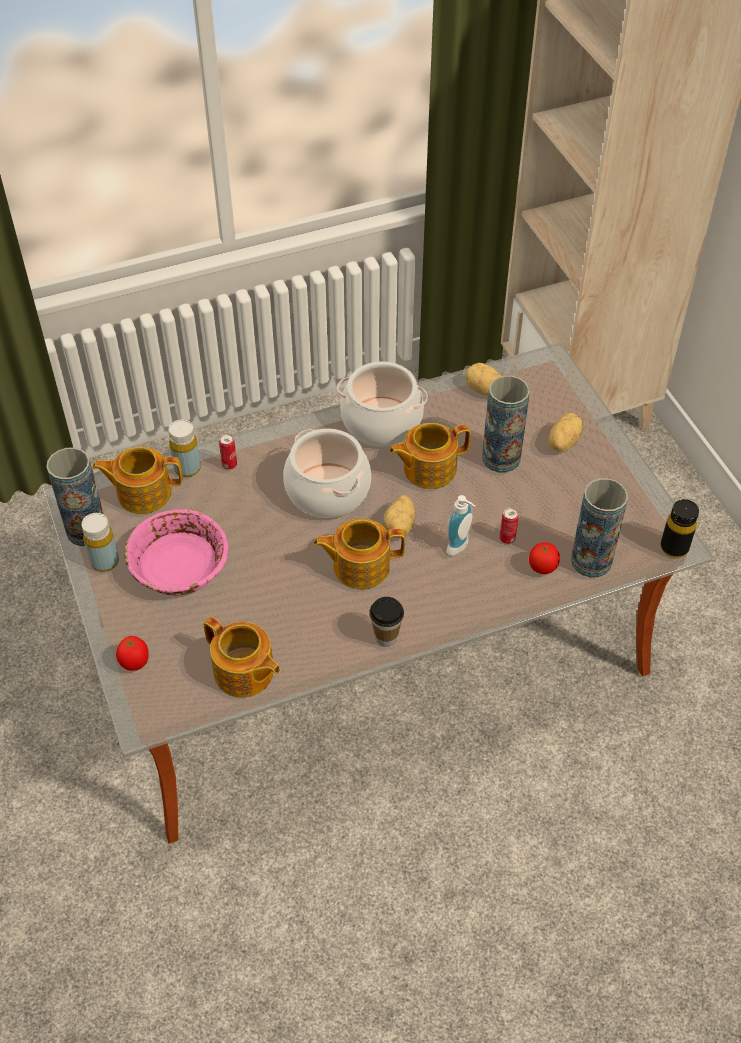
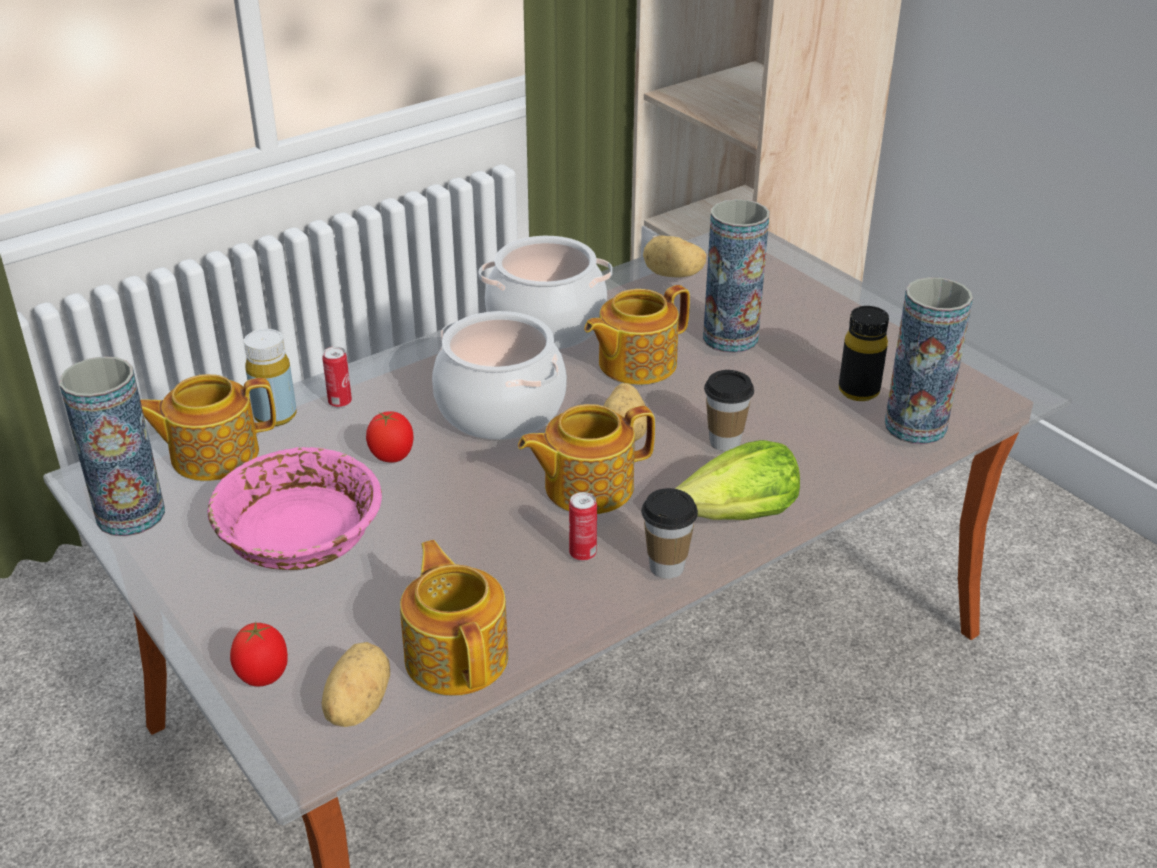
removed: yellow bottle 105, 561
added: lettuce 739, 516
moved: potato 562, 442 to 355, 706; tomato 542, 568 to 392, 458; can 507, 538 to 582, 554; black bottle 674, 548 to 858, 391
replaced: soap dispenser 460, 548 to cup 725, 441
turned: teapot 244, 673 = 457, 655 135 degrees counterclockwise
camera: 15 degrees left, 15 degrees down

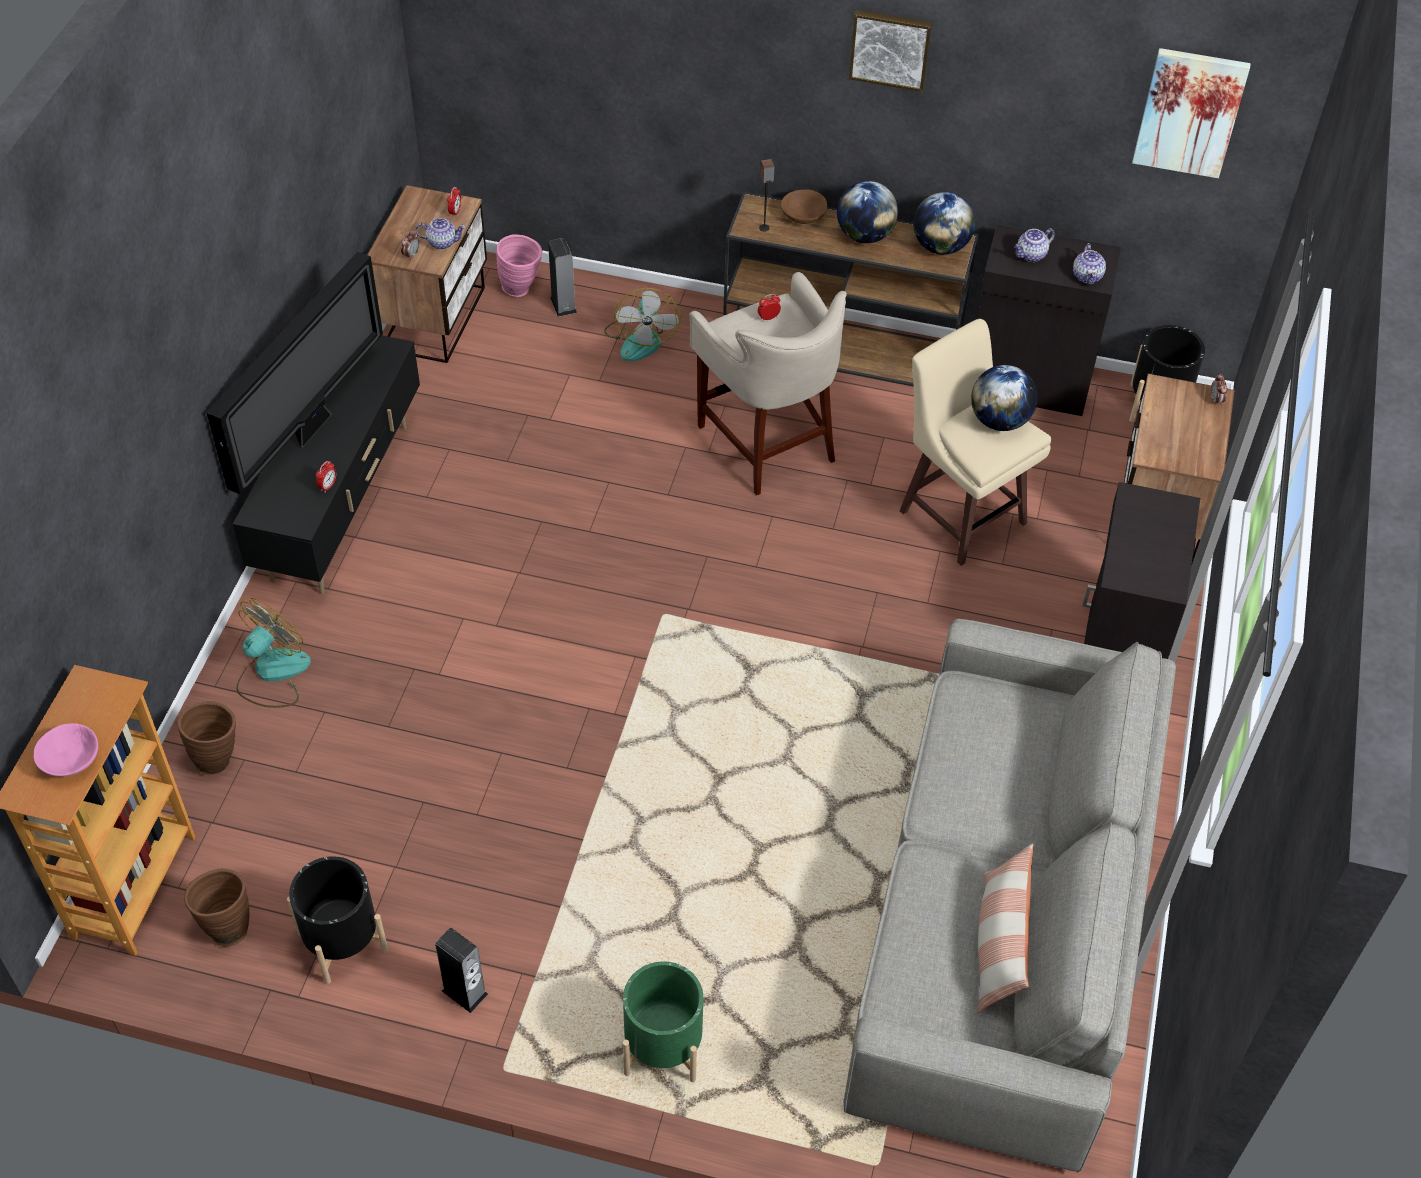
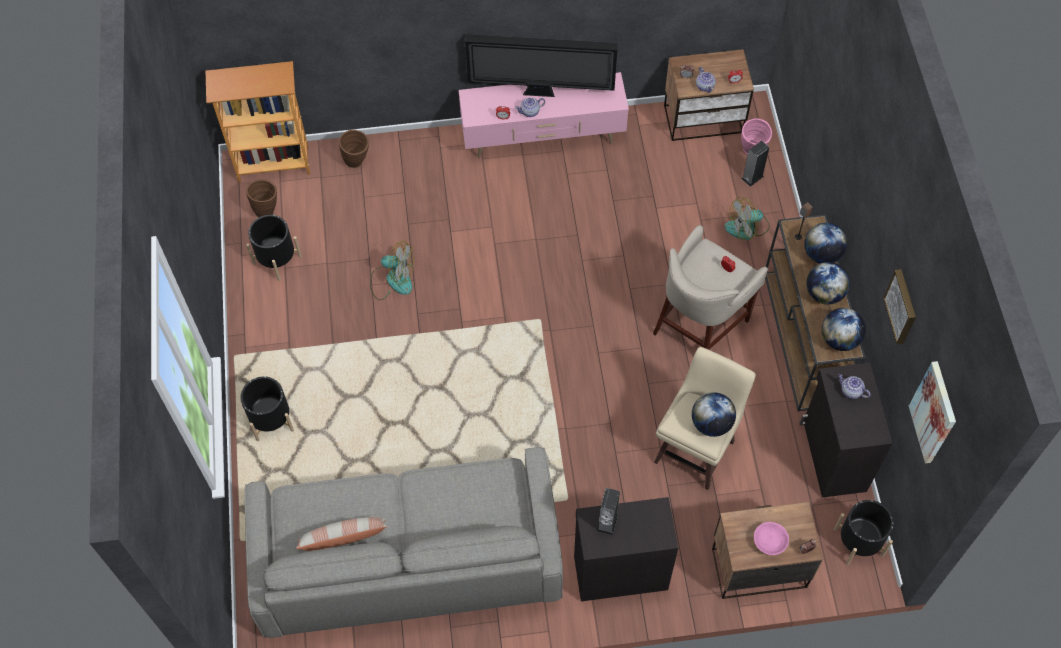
moved: fan 272, 674 to 392, 280; teapot 1087, 276 to 530, 112; speaker 464, 992 to 607, 522; pink bowl 70, 761 to 769, 542; picture 890, 48 to 902, 306
replaced: brown bowl 803, 216 to globe 822, 254
recoloured: green planter 663, 1046 to black planter 271, 420; black tv stand 343, 502 to pink tv stand 543, 138
camera: 70 degrees right, 10 degrees up

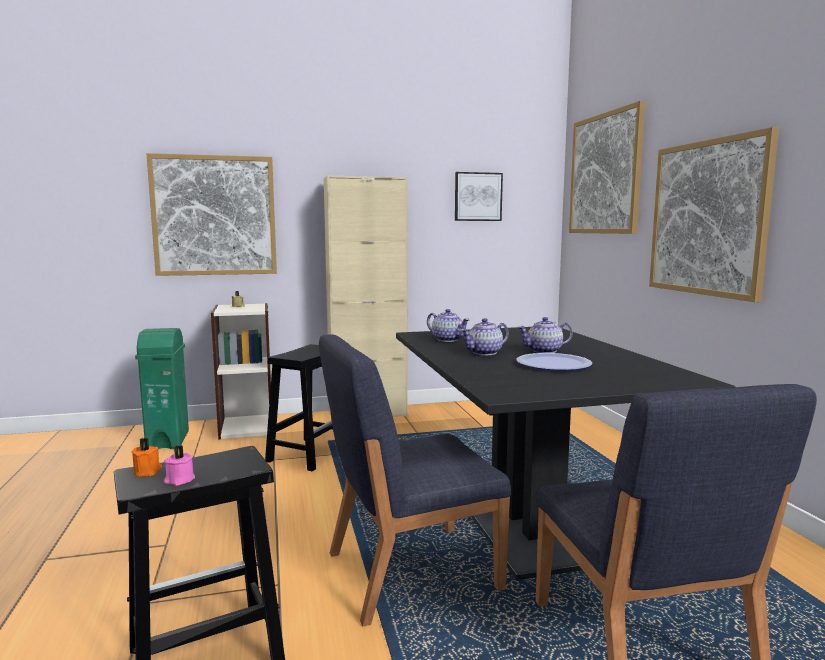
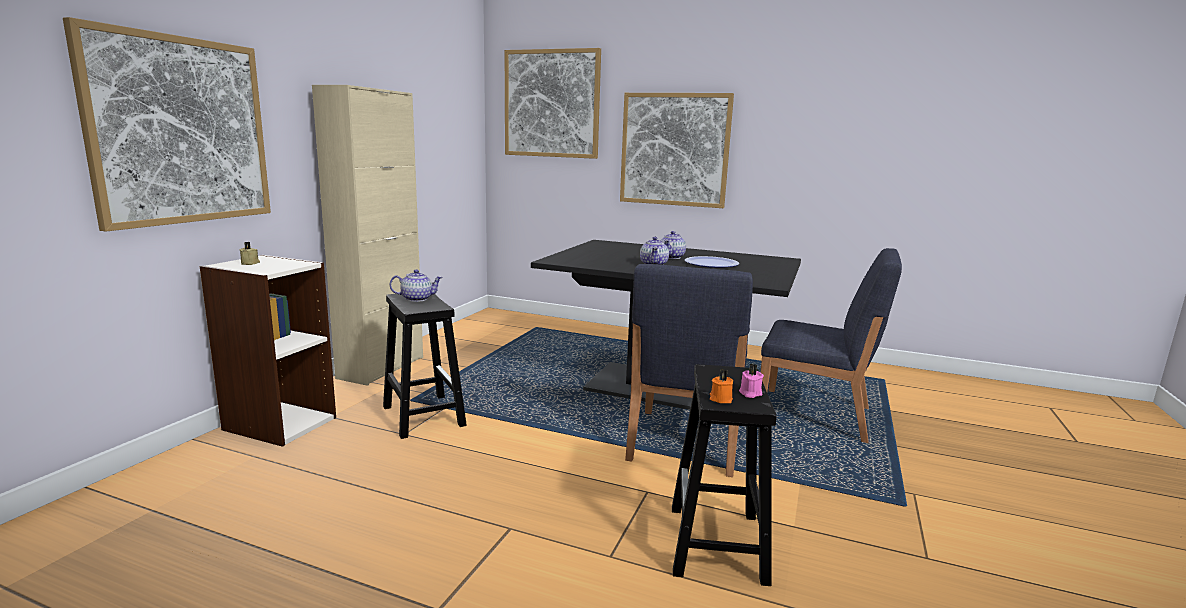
removed: green trash can 168, 440; picture 478, 197
moved: teapot 448, 339 to 417, 299
camera: 55 degrees left, 5 degrees up

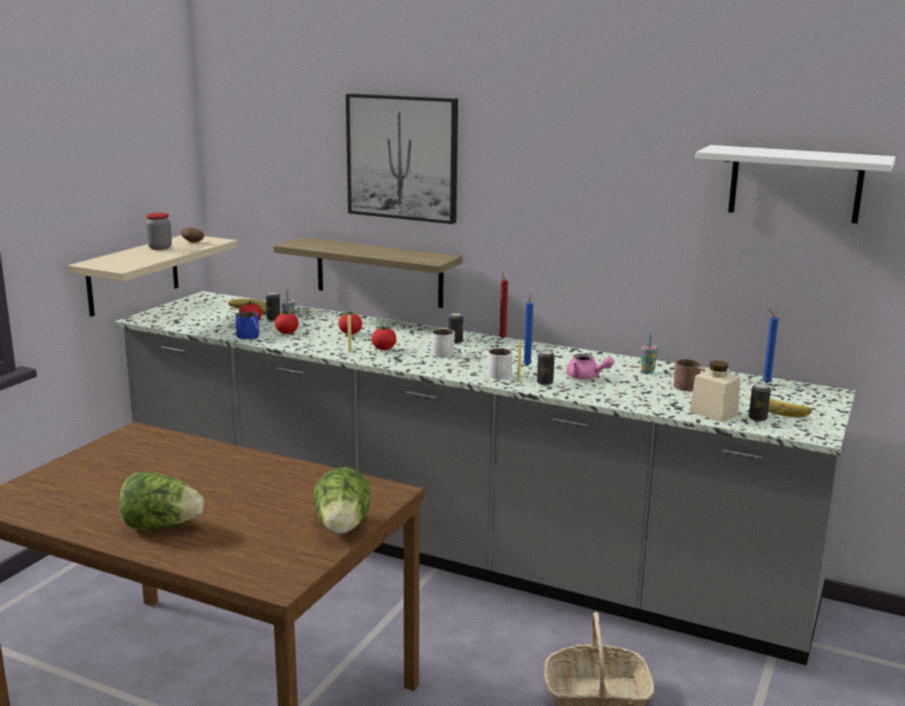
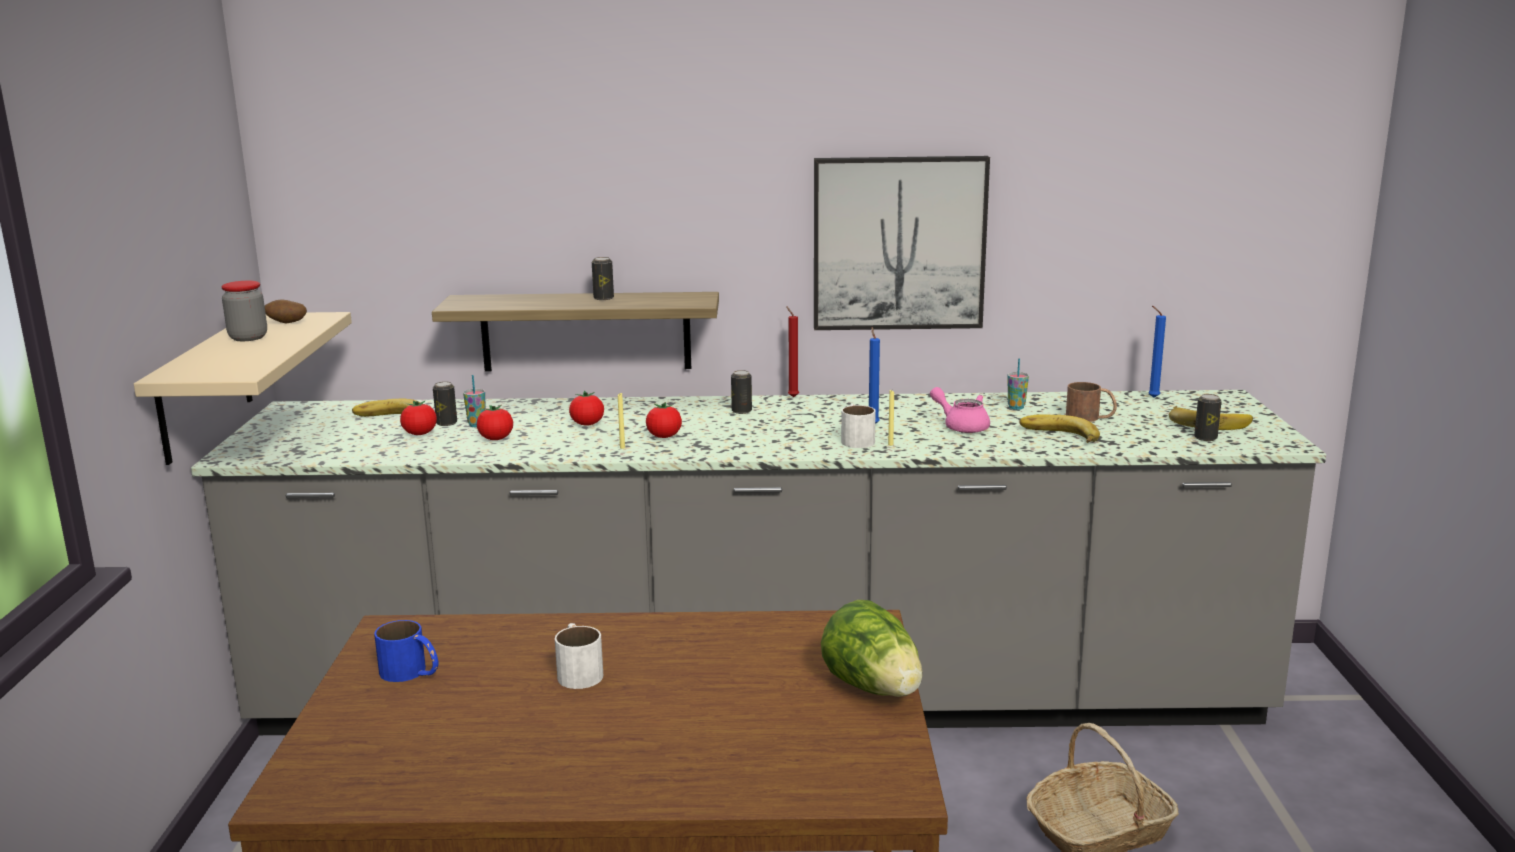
removed: lettuce 161, 526; beige jar 713, 413; white shelf 795, 184
added: banana 1058, 436
moved: blue mug 250, 337 to 411, 673; white mug 443, 352 to 578, 671; can 544, 383 to 603, 298; picture 403, 157 to 898, 243
turned: pink teapot 586, 377 = 961, 426 150 degrees counterclockwise
camera: 25 degrees left, 0 degrees up

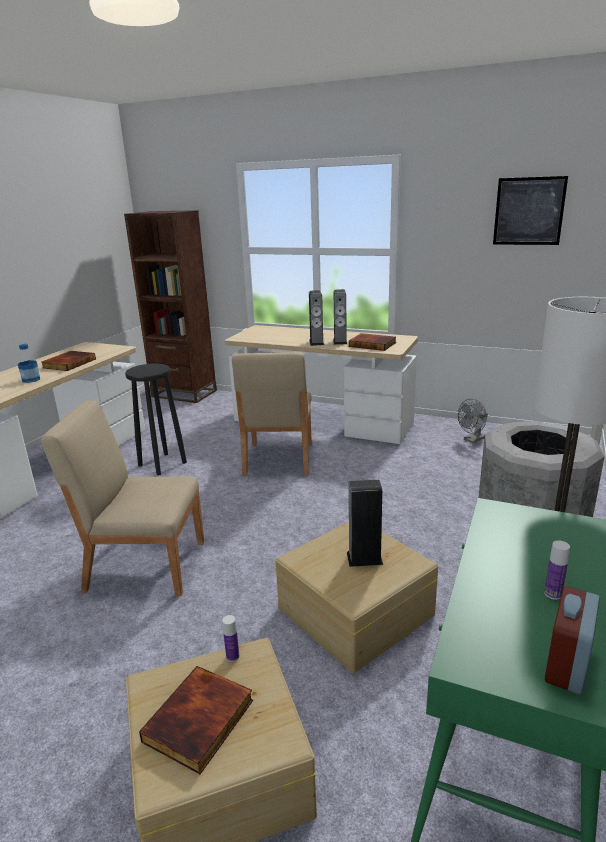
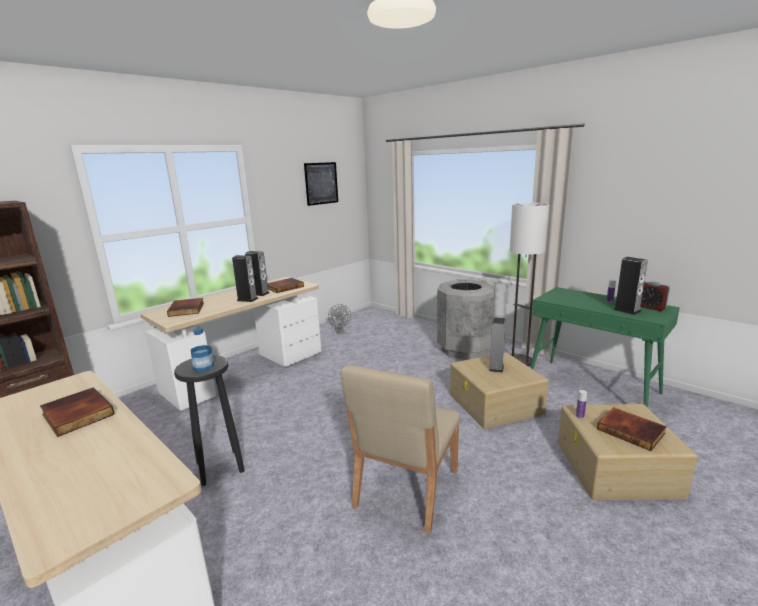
removed: beige chair 278, 459
added: book 187, 309; speaker 627, 310
moved: bottle 31, 379 to 203, 367
camera: 70 degrees left, 5 degrees down

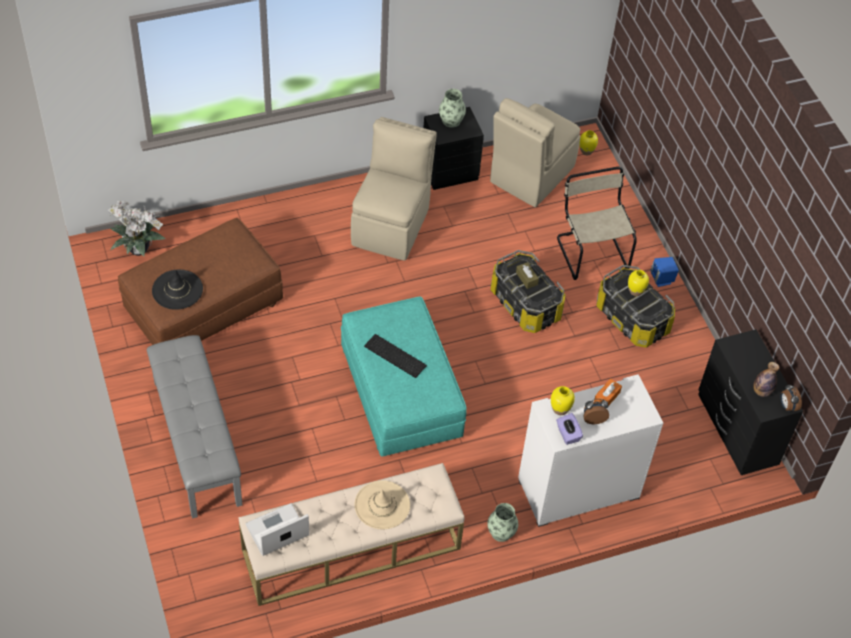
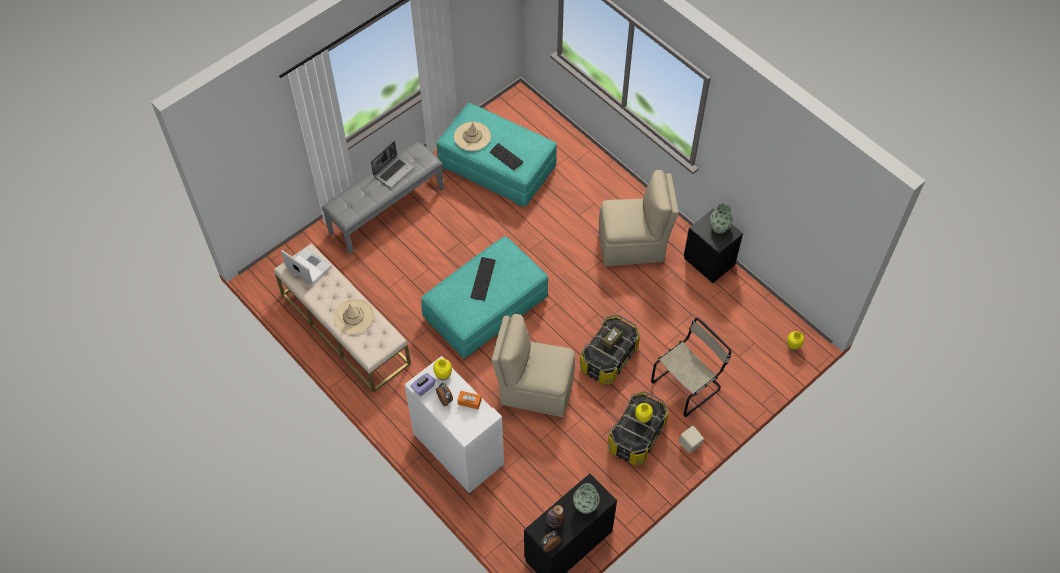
removed: potted plant 137, 249
added: laptop 393, 171; keyboard 506, 157
moved: beige chair 530, 175 to 535, 388; vase 501, 532 to 585, 505
recoloured: brown ottoman 203, 304 to turquoise ottoman 497, 167; black hat 177, 290 to beige hat 472, 136; blue speaker 662, 279 to beige speaker 689, 444
camera: 70 degrees right, 5 degrees up

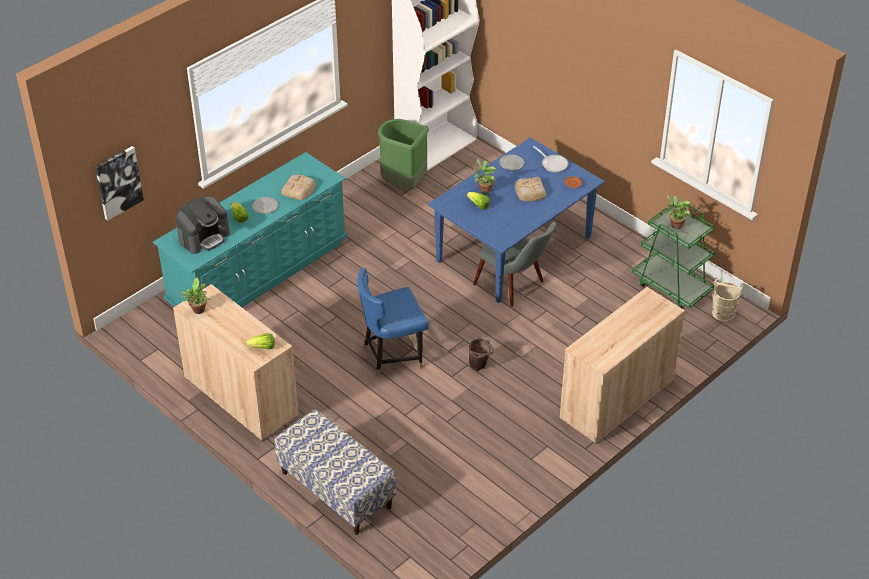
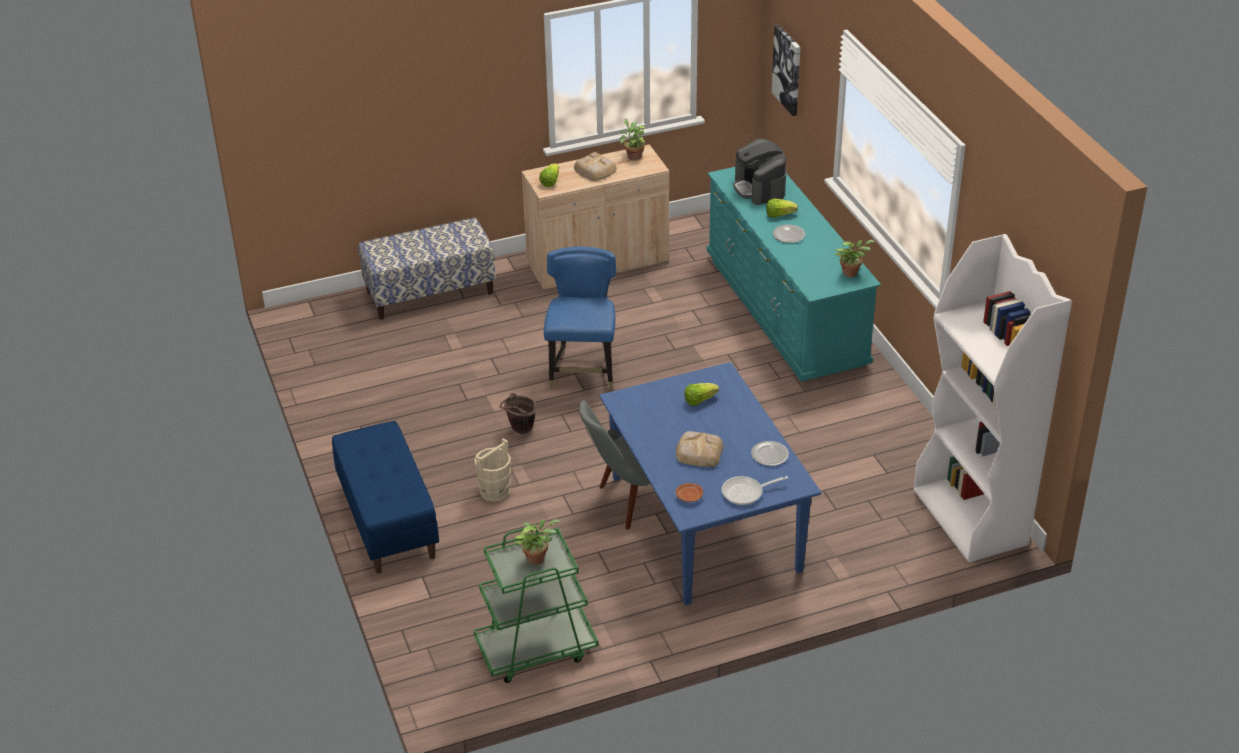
removed: green trash can 403, 184
moved: beige bucket 723, 314 to 494, 491; bread 299, 189 to 595, 170; potted plant 484, 189 to 851, 272
replaced: beige cabinet 617, 399 to blue bench 387, 520
camera: 115 degrees right, 5 degrees down

